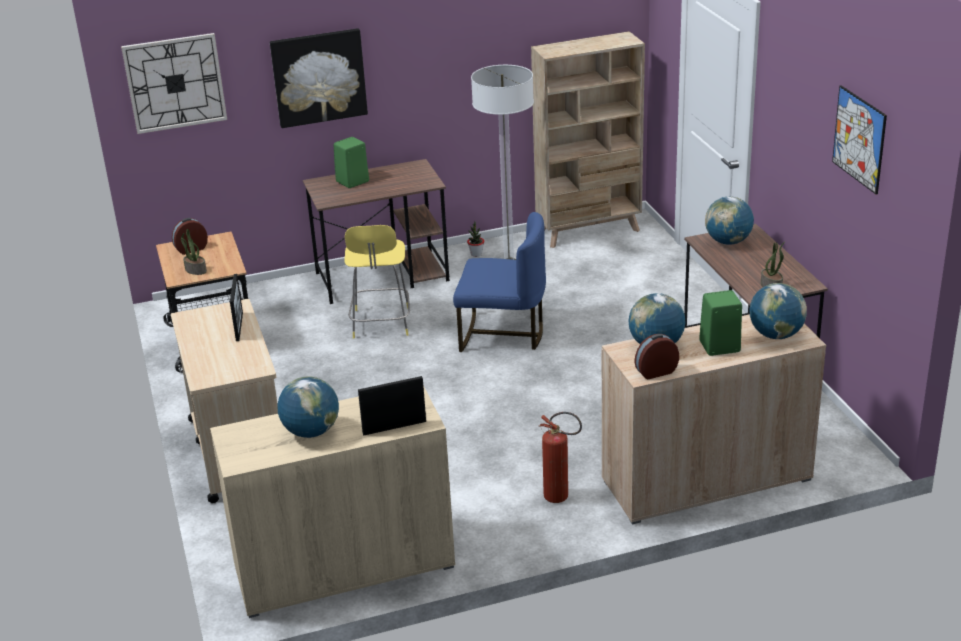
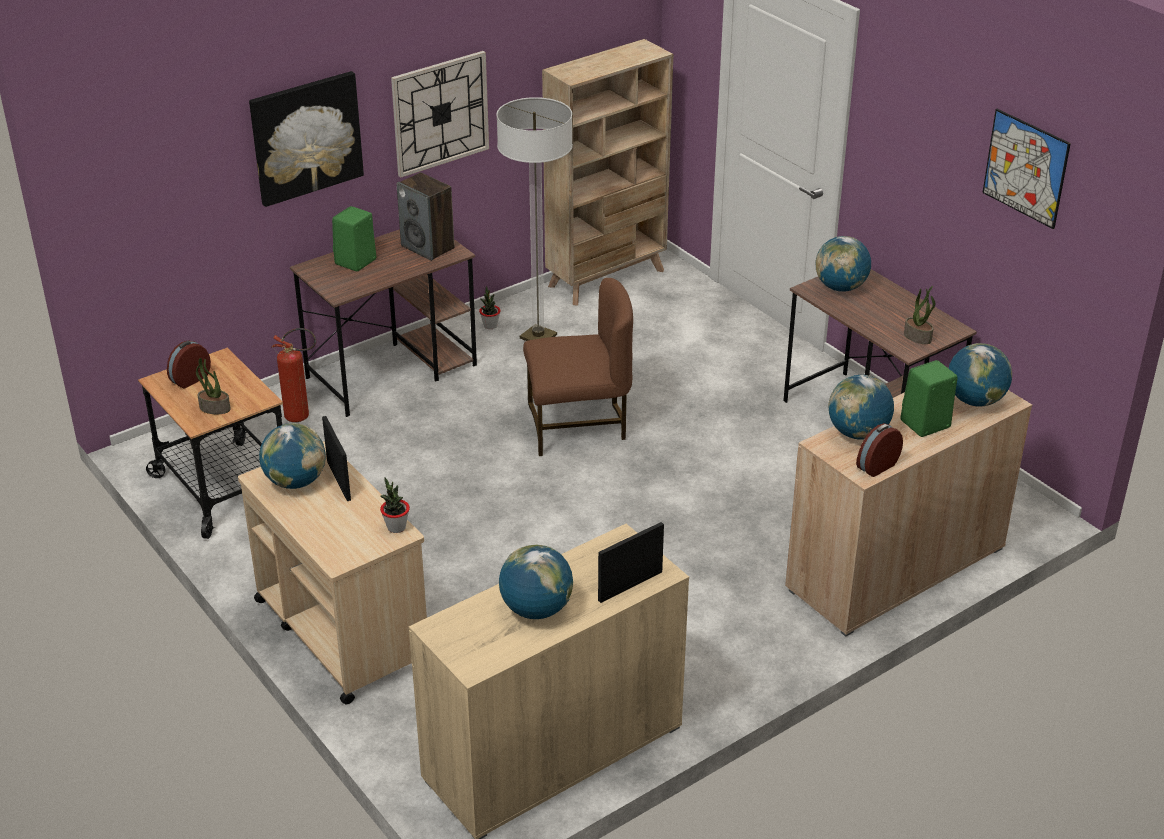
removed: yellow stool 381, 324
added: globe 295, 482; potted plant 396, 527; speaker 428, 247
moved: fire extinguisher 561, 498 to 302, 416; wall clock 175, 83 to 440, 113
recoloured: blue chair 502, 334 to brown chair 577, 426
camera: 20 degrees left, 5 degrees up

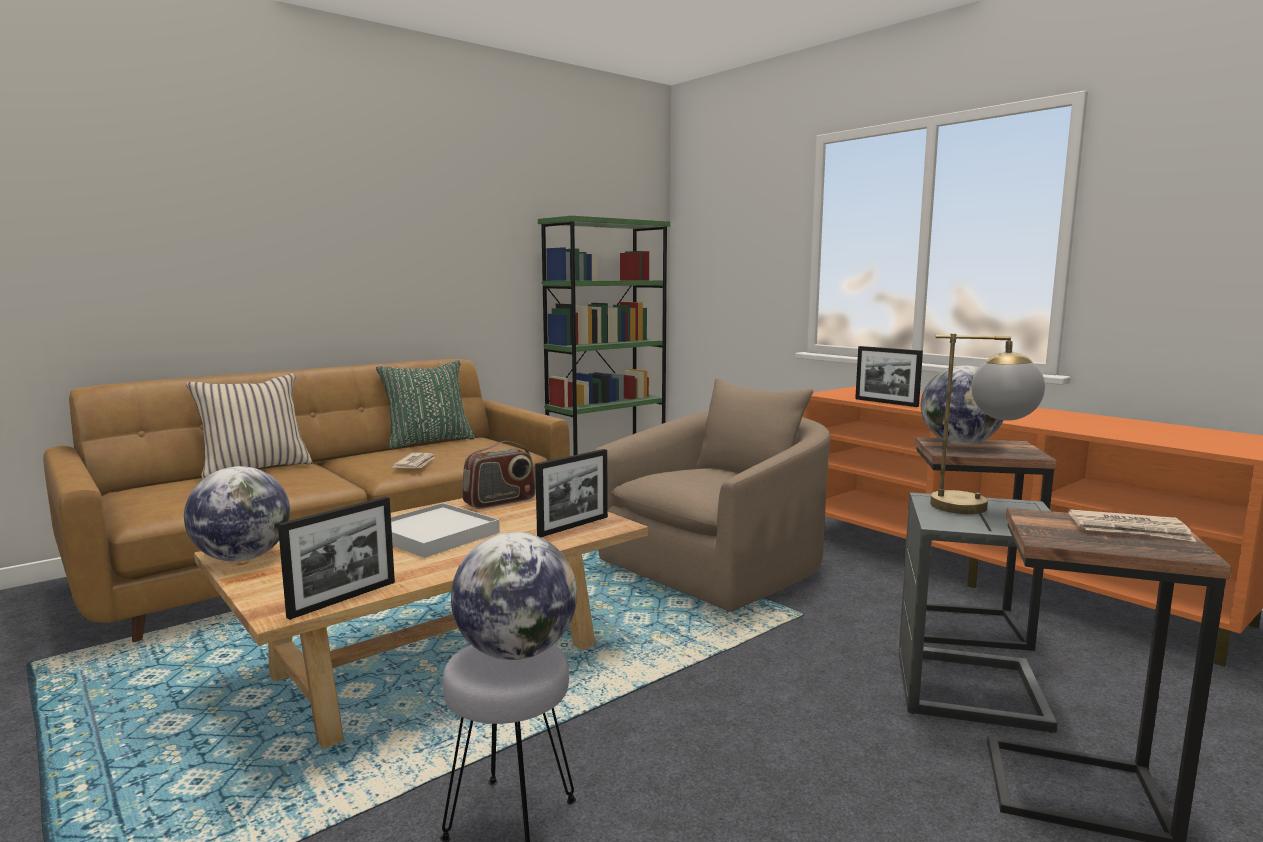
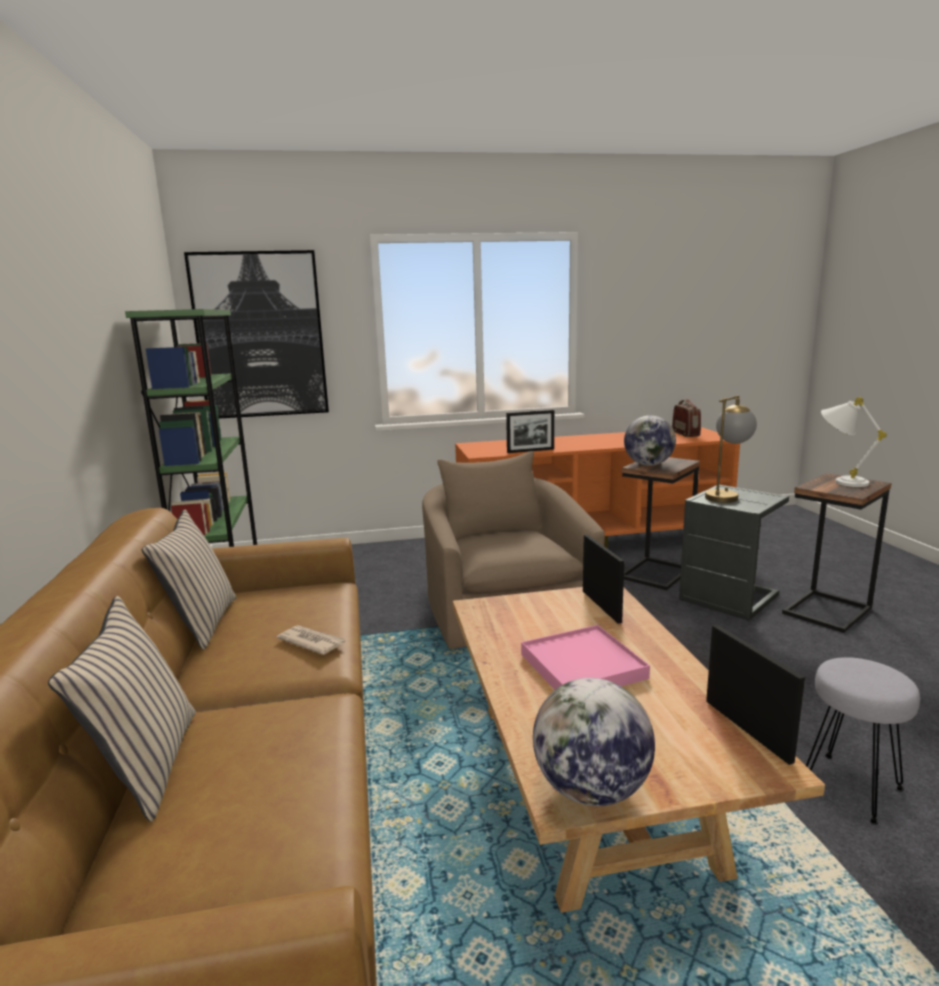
removed: globe 516, 652
added: picture 260, 336
moved: radio 500, 502 to 686, 434
replaced: newspaper 1129, 530 to white table lamp 839, 481
recoloured: green pillow 428, 441 to beige pillow 201, 624; white tray 435, 535 to pink tray 582, 666
camera: 60 degrees left, 5 degrees up

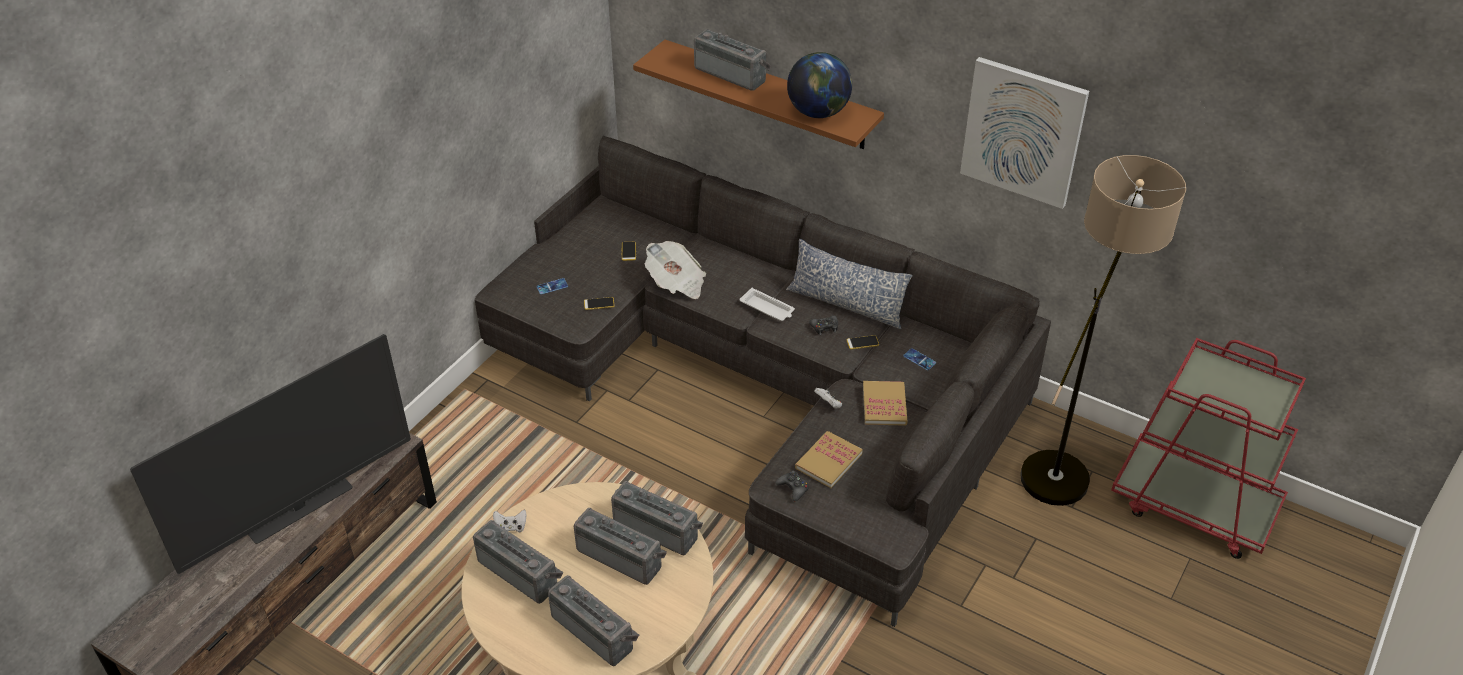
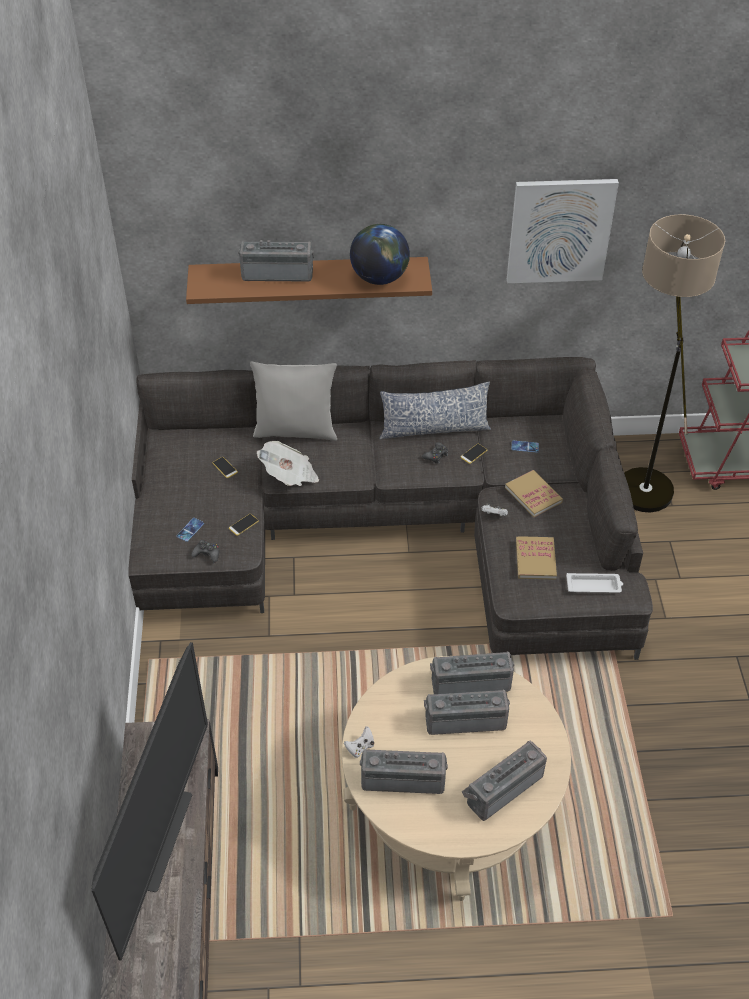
added: grey pillow 296, 430
moved: black game controller 793, 488 to 207, 554; white tray 767, 308 to 594, 586
turned: radio 596, 630 = 502, 787 45 degrees counterclockwise
camera: 35 degrees left, 5 degrees up

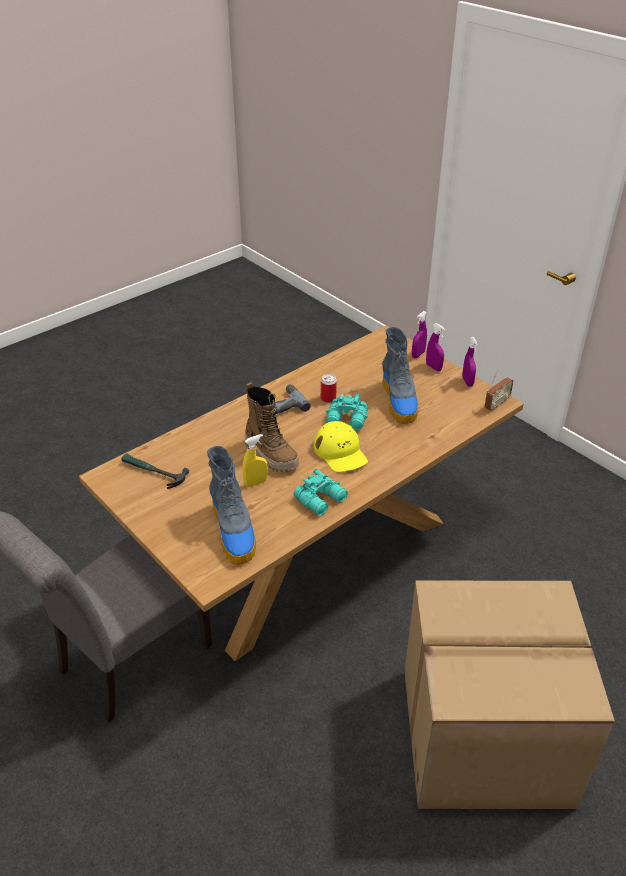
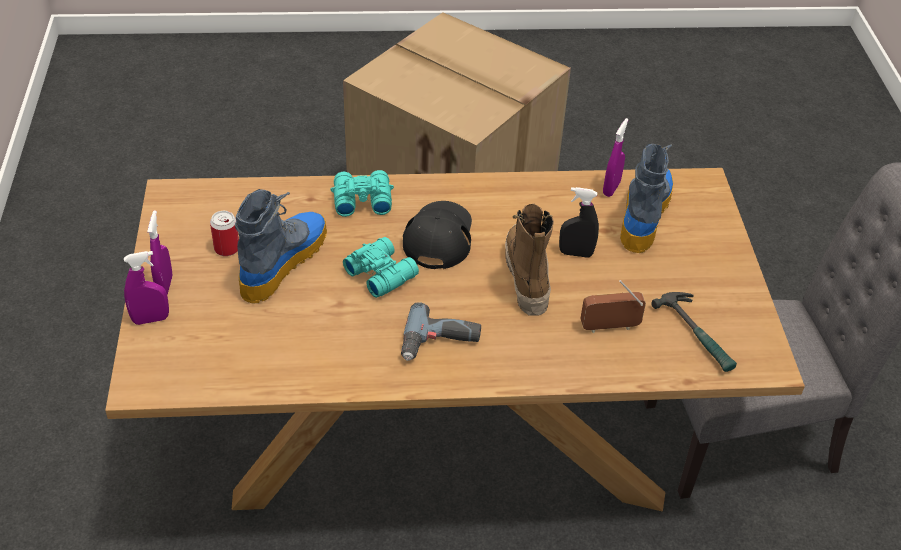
moved: can 328, 398 to 227, 248; turquoise binoculars 322, 499 to 361, 199; radio 496, 404 to 610, 327; purple spray bottle 467, 382 to 611, 188
recoloured: yellow cap 340, 452 to black cap 439, 237; yellow spray bottle 255, 483 to black spray bottle 576, 253
camera: 145 degrees left, 5 degrees up

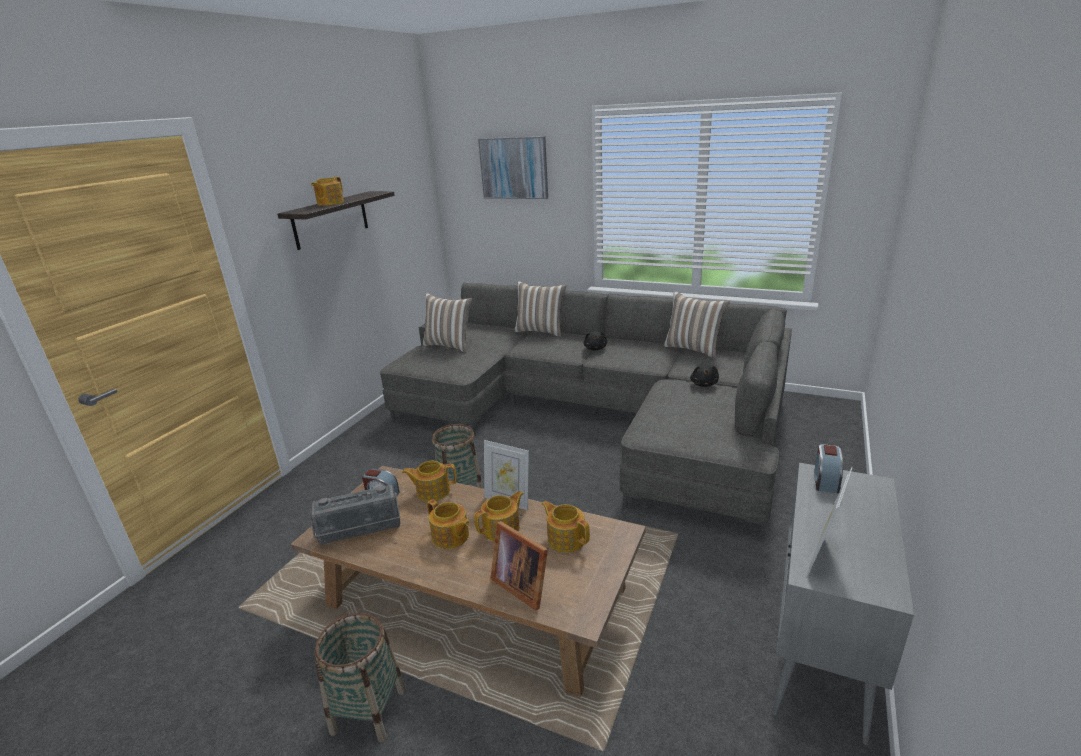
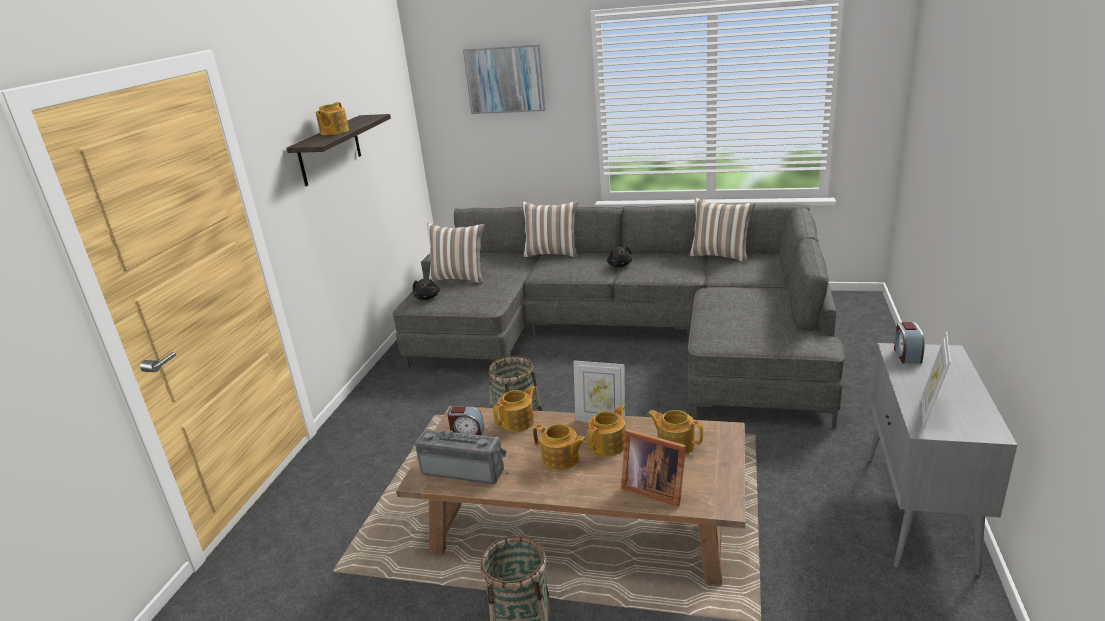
moved: black plush toy 704, 384 to 427, 297
turned: radio 360, 532 = 464, 469 135 degrees counterclockwise; teapot 432, 491 = 518, 422 150 degrees clockwise
camera: 10 degrees left, 0 degrees up

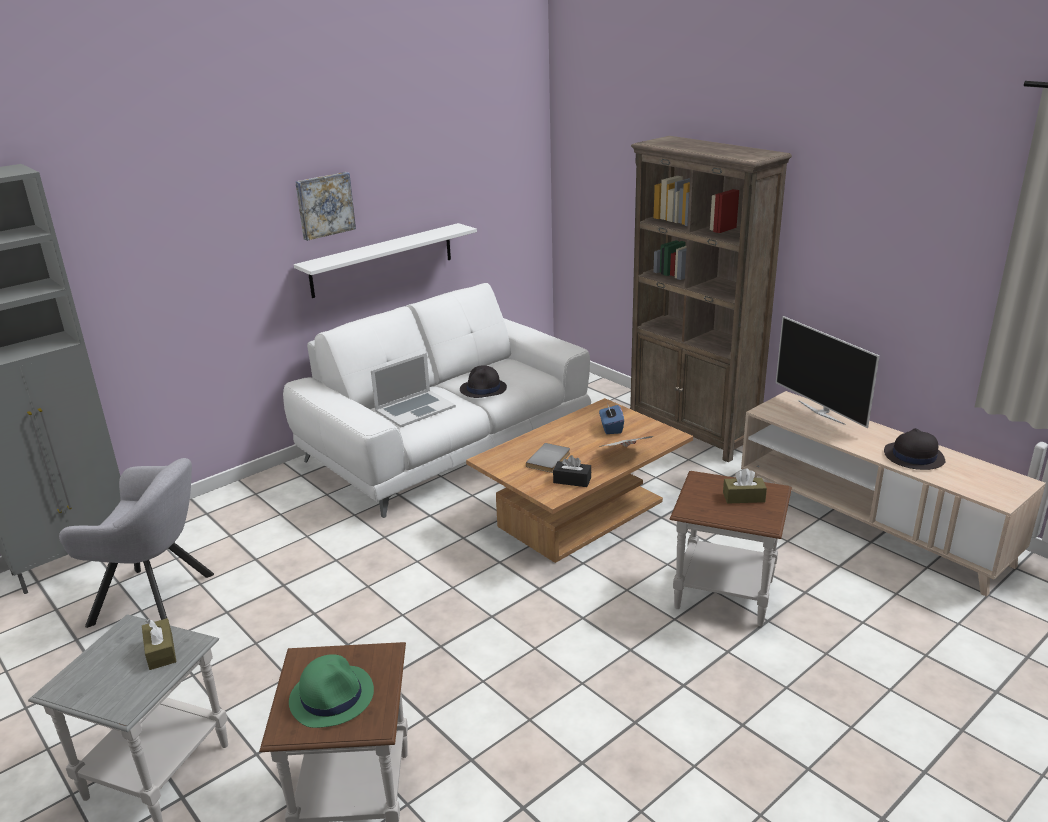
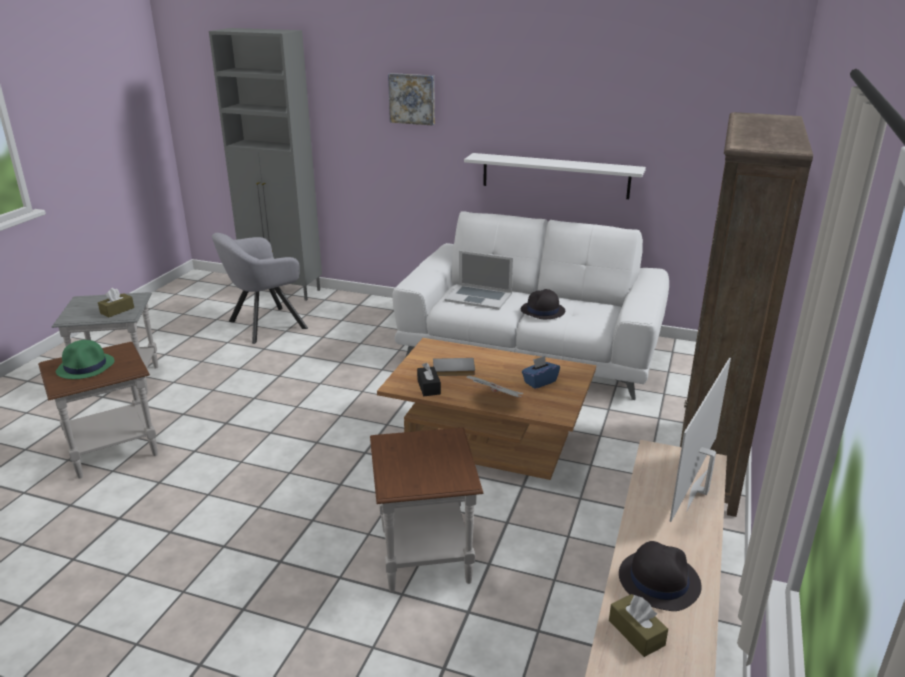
moved: picture 324, 205 to 412, 98; brown tissue box 743, 497 to 636, 633
turned: grey armchair 159, 600 = 263, 325 75 degrees clockwise
camera: 60 degrees right, 0 degrees up

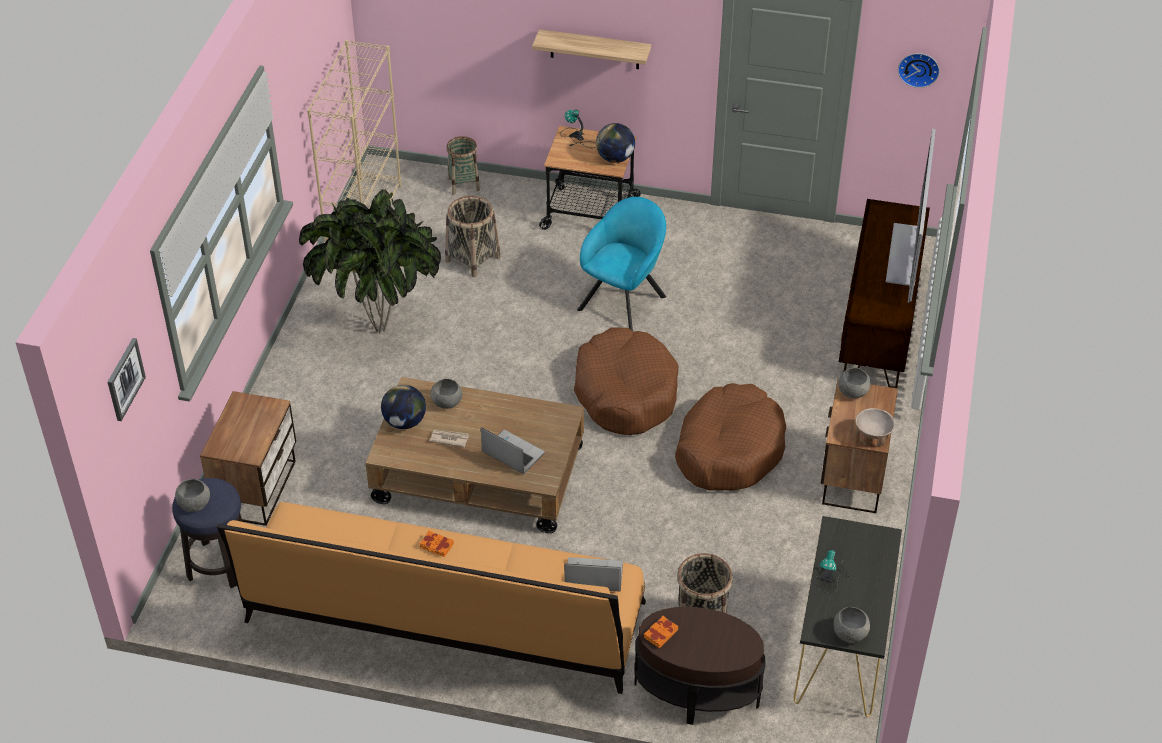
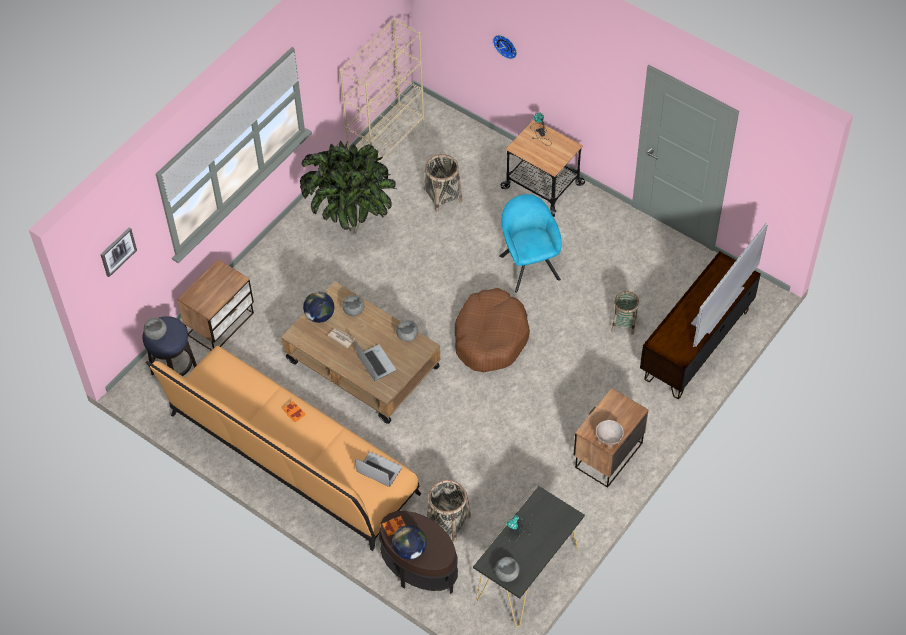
removed: shelf 594, 49; brown dog bed 729, 449
moved: globe 615, 158 to 410, 550; grey bowl 853, 392 to 407, 336; wall clock 919, 68 to 506, 45; basket 463, 184 to 624, 324
turned: turquoise armchair 624, 300 = 528, 264 75 degrees counterclockwise
camera: 25 degrees right, 10 degrees up

